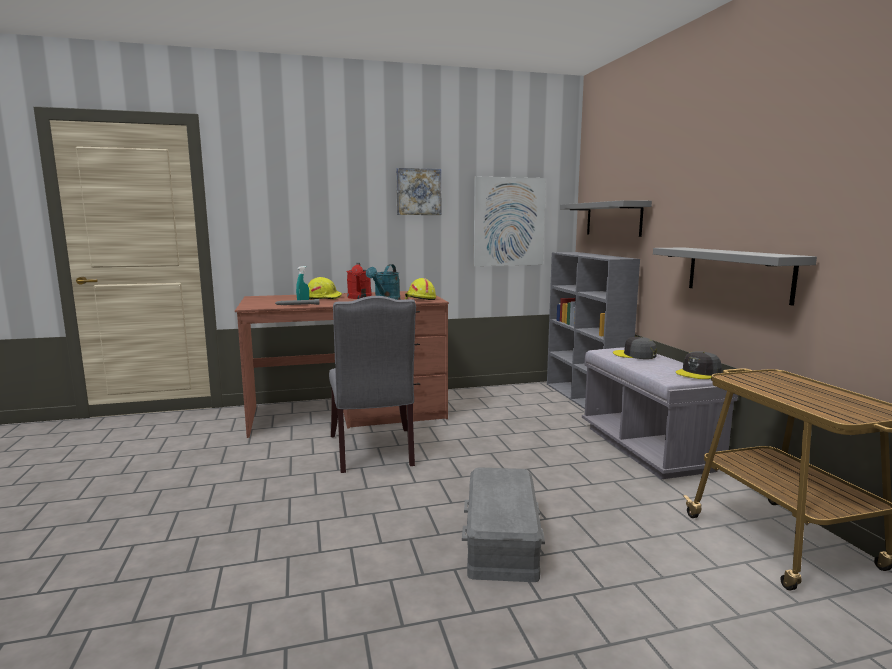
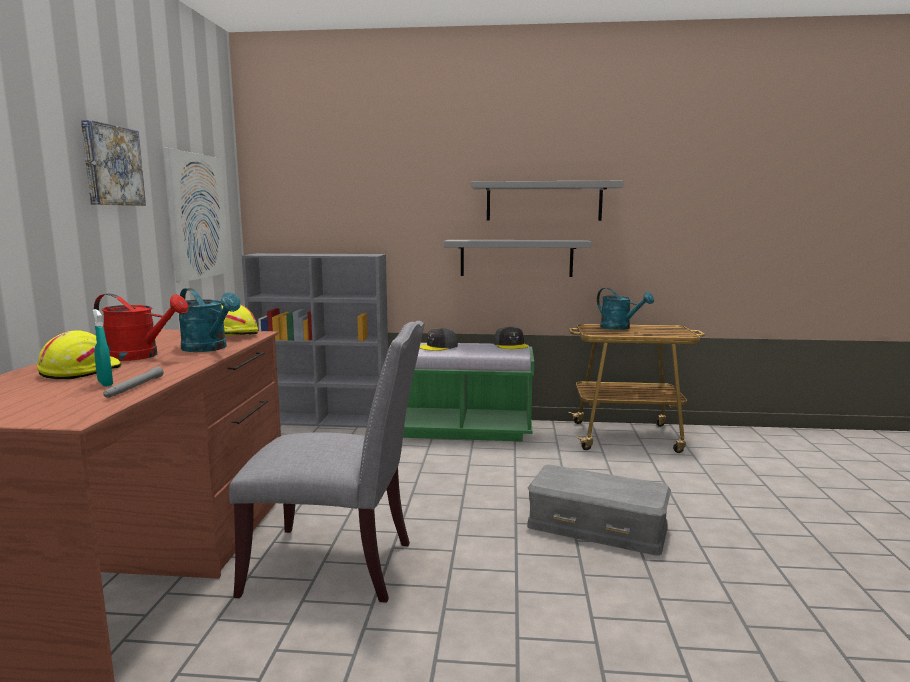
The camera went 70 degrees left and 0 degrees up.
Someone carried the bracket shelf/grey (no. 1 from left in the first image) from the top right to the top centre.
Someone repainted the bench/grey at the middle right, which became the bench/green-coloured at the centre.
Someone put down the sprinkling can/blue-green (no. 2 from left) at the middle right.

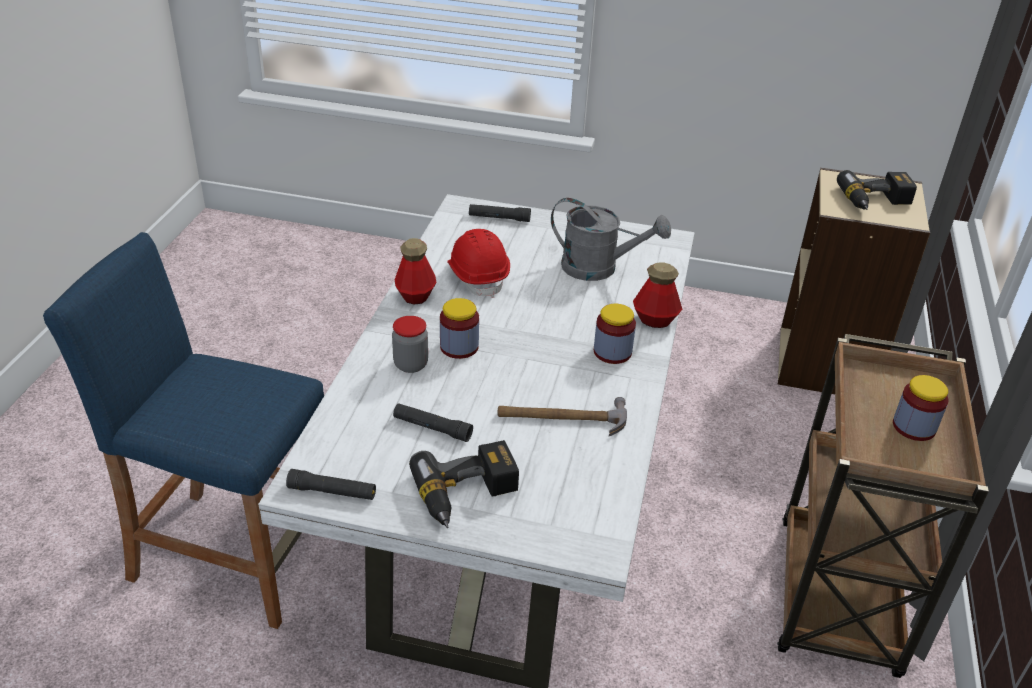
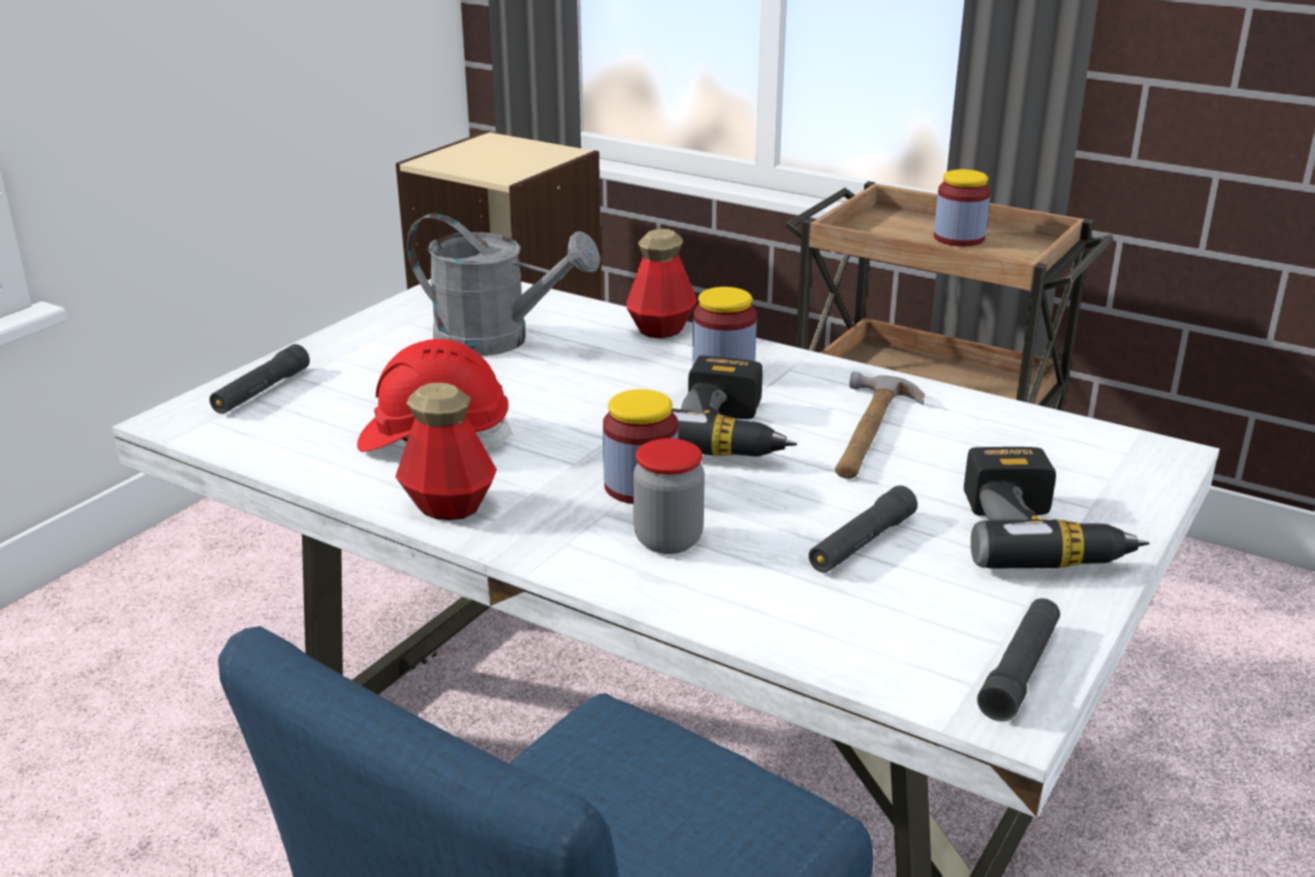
The camera went 70 degrees left and 10 degrees down.
Someone rotated the sprinkling can/grey at the centre by 75 degrees clockwise.
Someone carried the electric drill (no. 2 from left in the first image) from the top right to the centre.

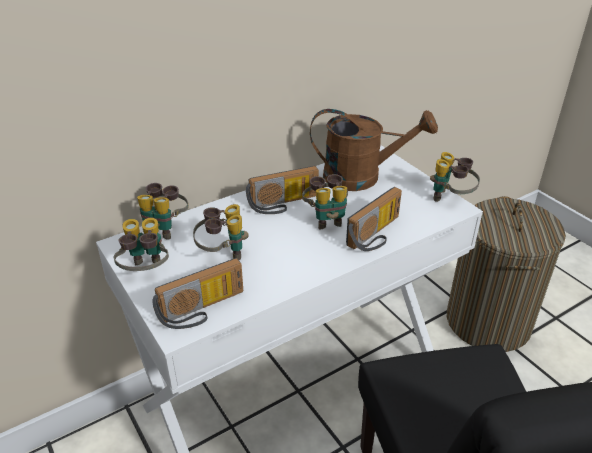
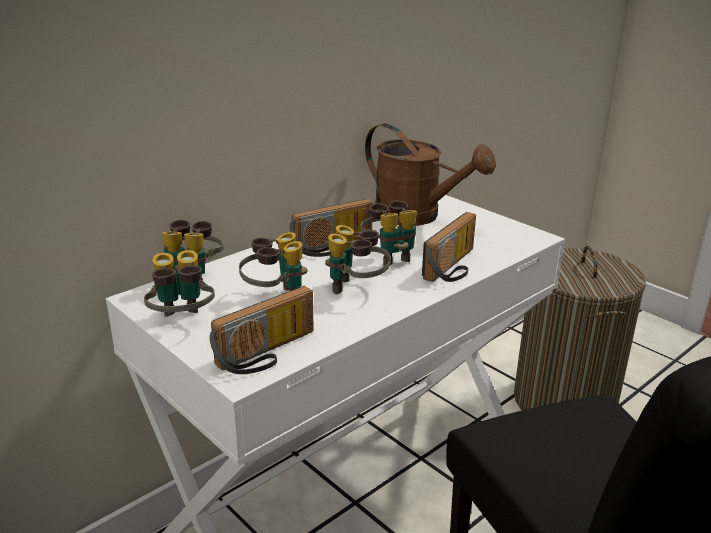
The camera went 10 degrees left and 10 degrees down.
Someone rotated the sprinkling can/brown-coloured at the top centre by 45 degrees clockwise.
Someone carried the binoculars (no. 5 from left in the first image) from the middle right to the centre.

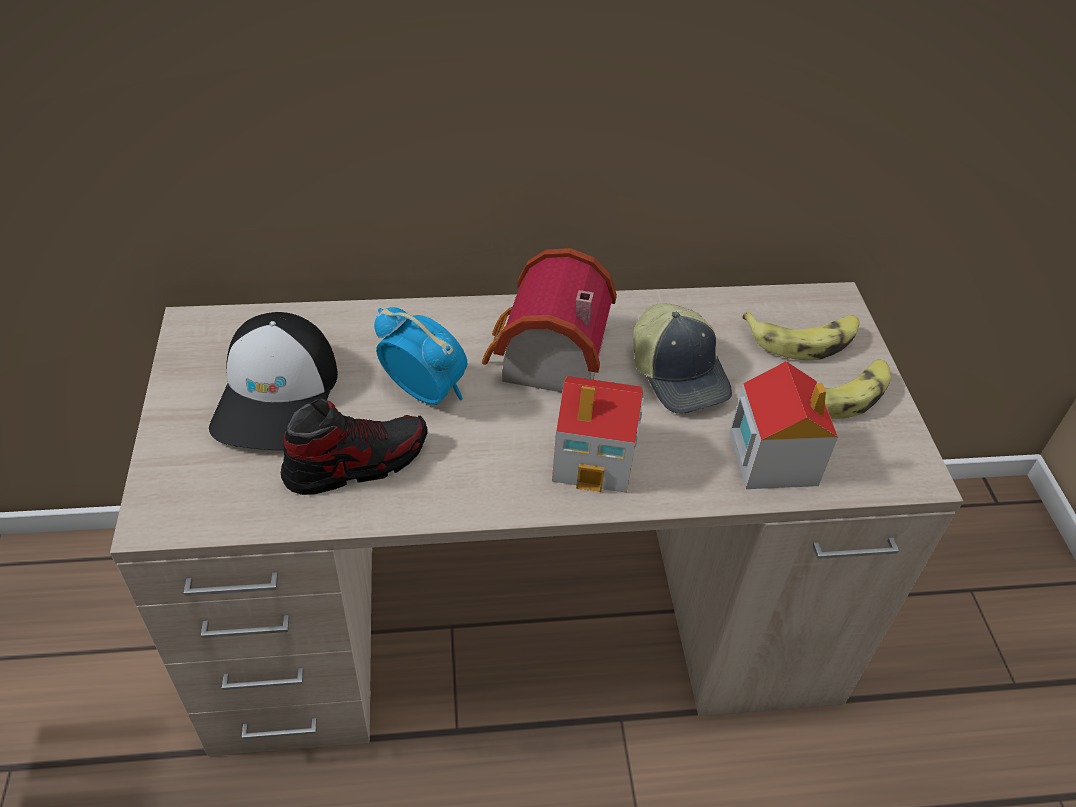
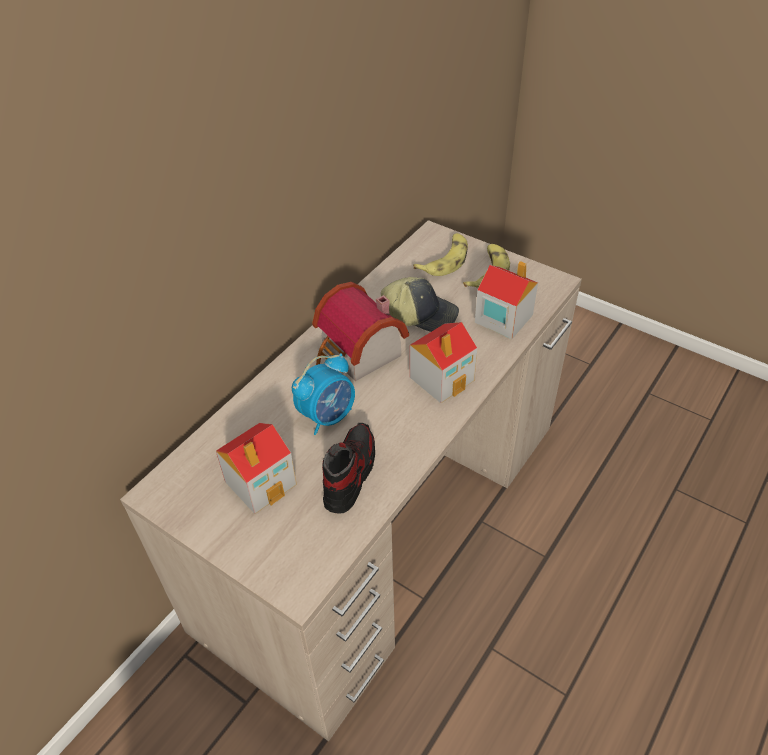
The camera went 45 degrees left and 0 degrees up.
Someone swapped the cap (no. 1 from left) at the middle left for the miniature house (no. 1 from left) at the centre.
Someone rotated the table clock at the centre by 150 degrees clockwise.

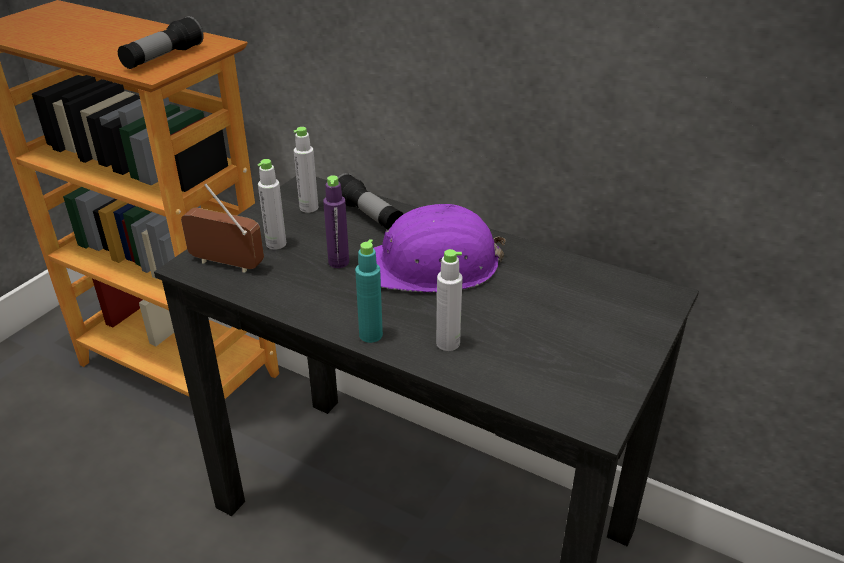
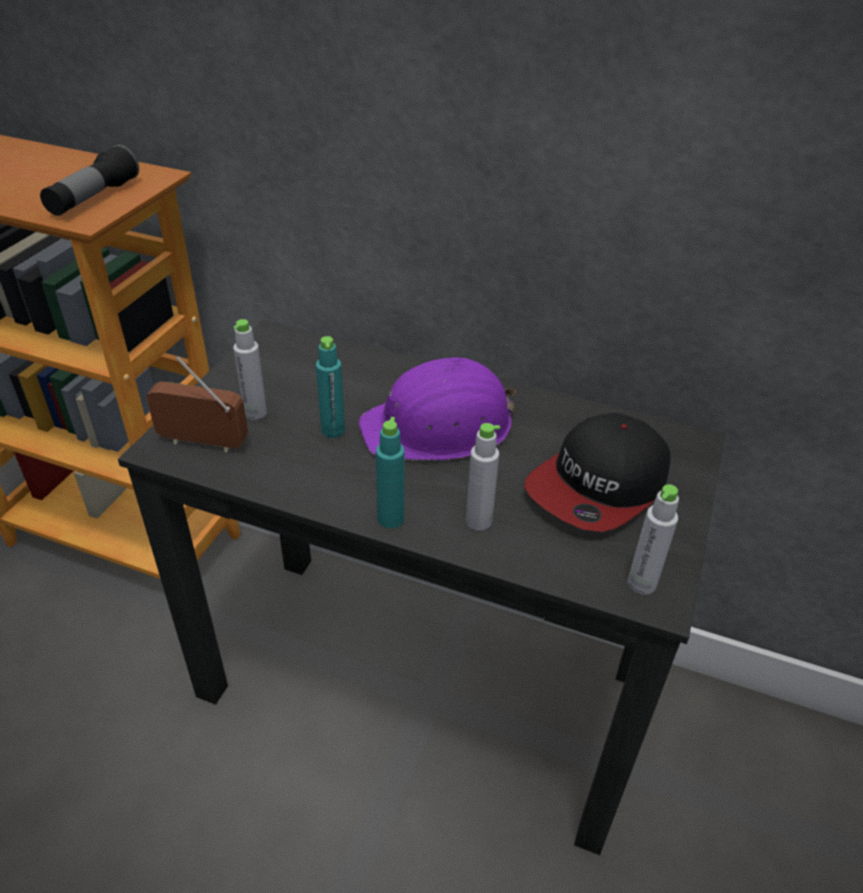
The camera went 10 degrees left and 5 degrees up.
Someone carried the beverage bottle/grey (no. 2 from left in the first image) from the top centre to the middle right.
Someone repainted the beverage bottle/purple at the centre, which became the beverage bottle/blue-green (no. 1 from left) at the centre.
Someone took away the torch (no. 2 from left) at the centre.
Someone put down the cap at the middle right.

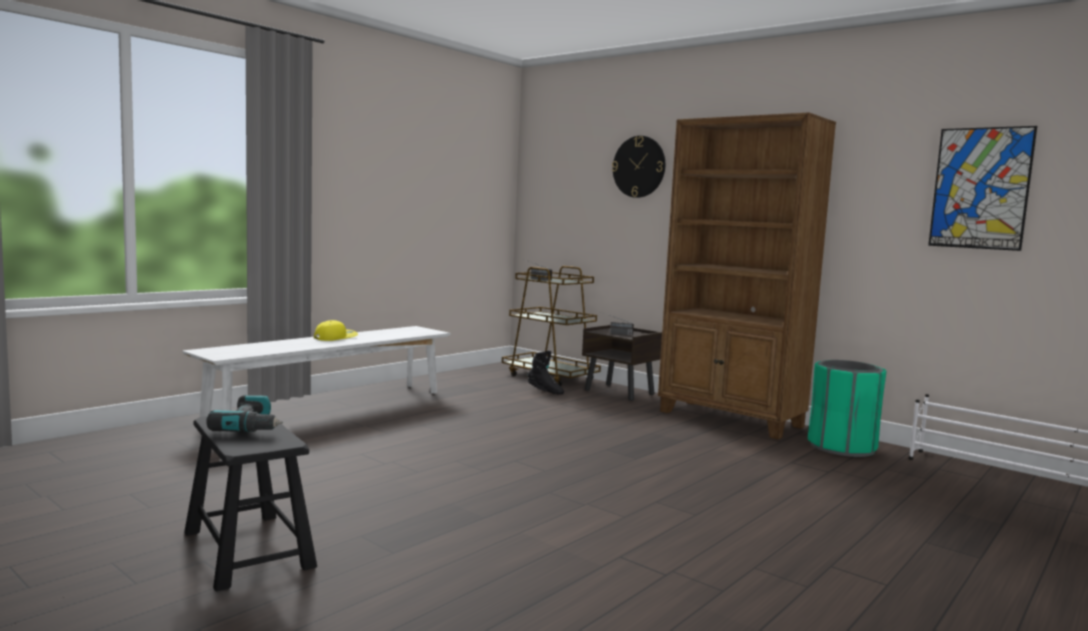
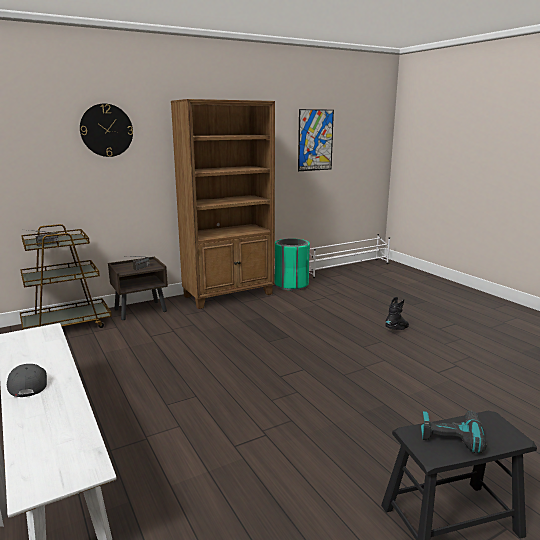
The camera went 70 degrees left and 10 degrees up.
Someone repainted the cap/yellow-coloured at the middle left, which became the cap/grey at the bottom left.
Someone carried the tall boot/blackish from the centre to the middle right.

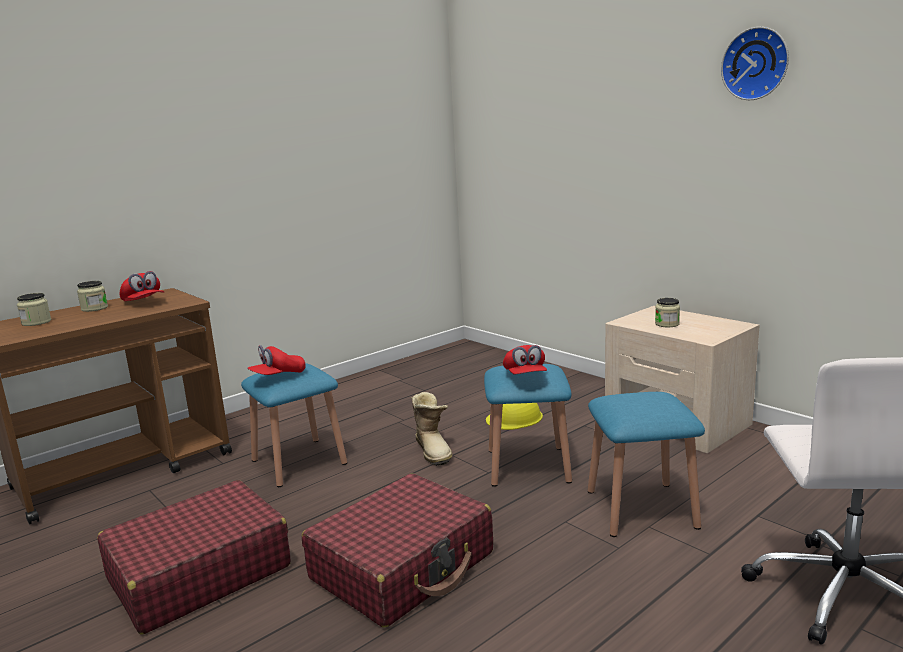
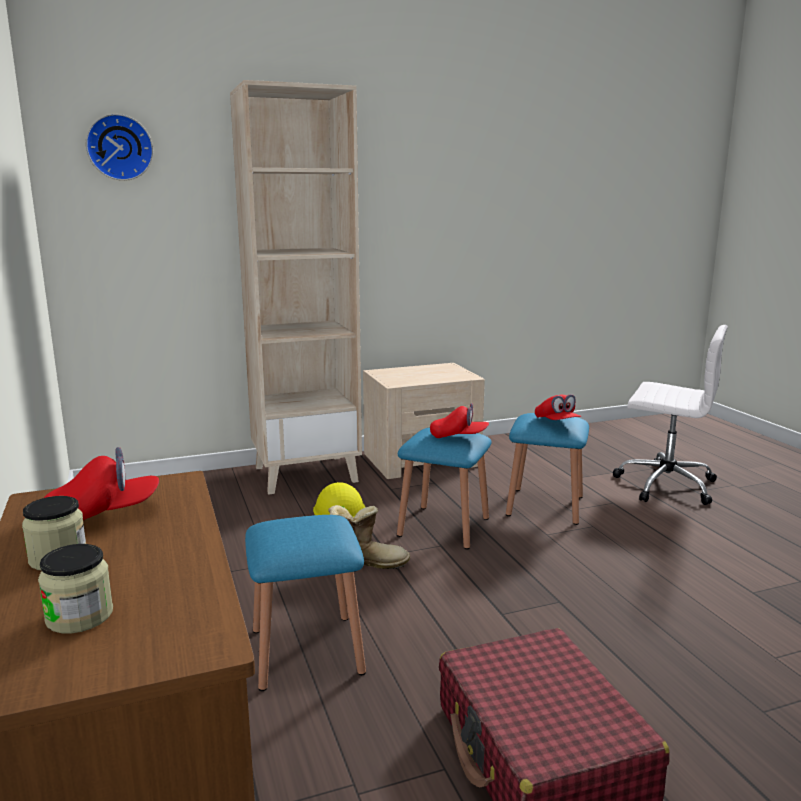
The camera went 70 degrees left and 0 degrees up.
Someone carried the cap/red-coloured (no. 2 from left in the first image) from the middle left to the middle right.
Someone took away the suitcase/red-coloured (no. 2 from left) at the bottom centre.
Someone took away the preserve jar (no. 3 from left) at the middle right.
Someone carried the clock on the wall from the top right to the top left.
Someone put down the bookcase/sand-coloured at the centre.

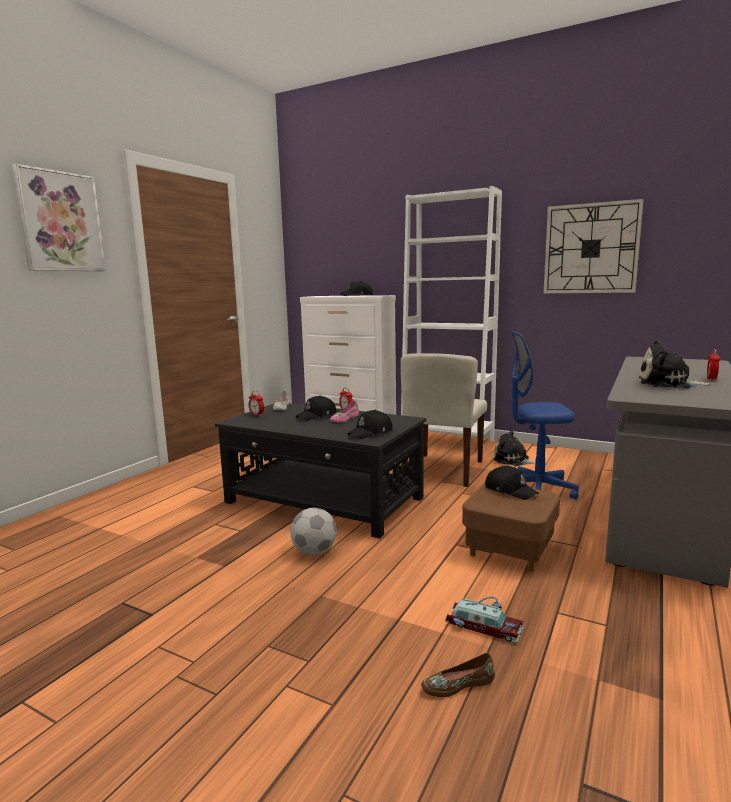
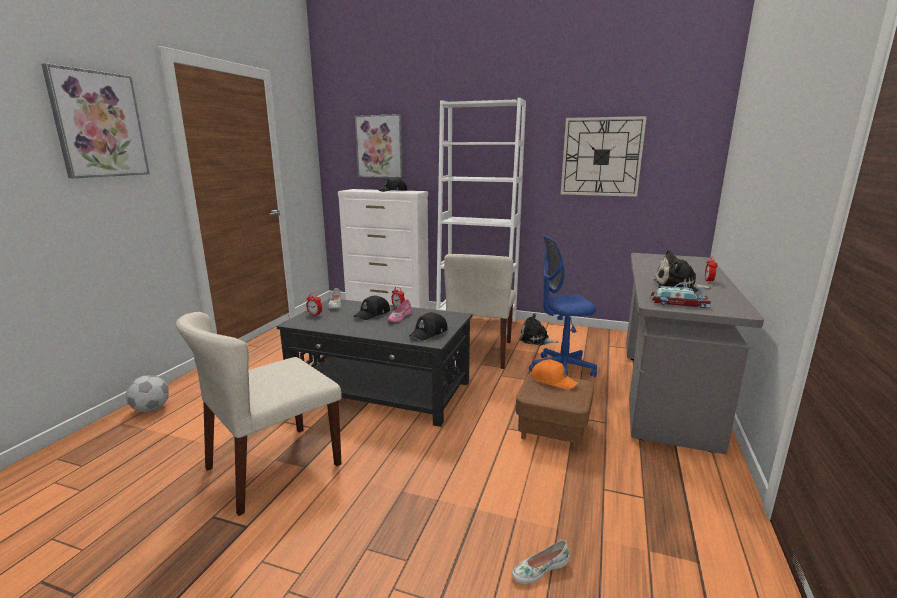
The camera went 10 degrees left and 5 degrees up.
Someone carried the football ball from the centre to the middle left.
Someone repainted the low shoe/brown-coloured at the bottom centre, which became the low shoe/white (no. 2 from left) at the bottom centre.
Someone carried the miniature car from the bottom centre to the middle right.
Someone repainted the cap/blackish (no. 4 from left) at the middle right, which became the cap/orange at the centre.
Someone put down the plain chair/sand-coloured (no. 1 from left) at the bottom left.
Someone put up the wall art (no. 2 from left) at the top centre.

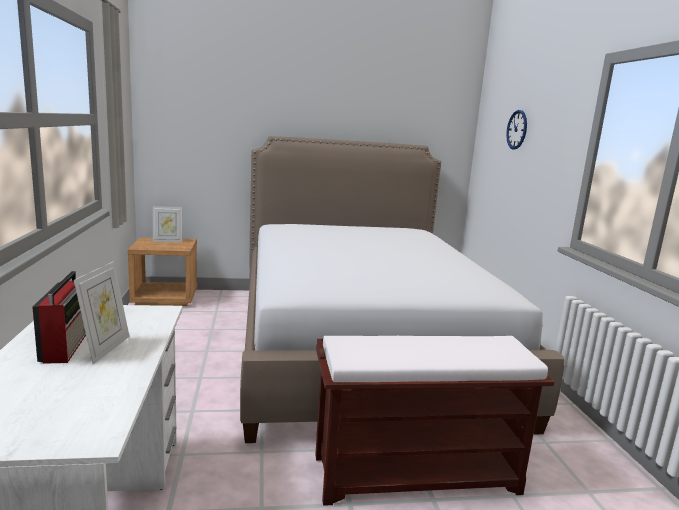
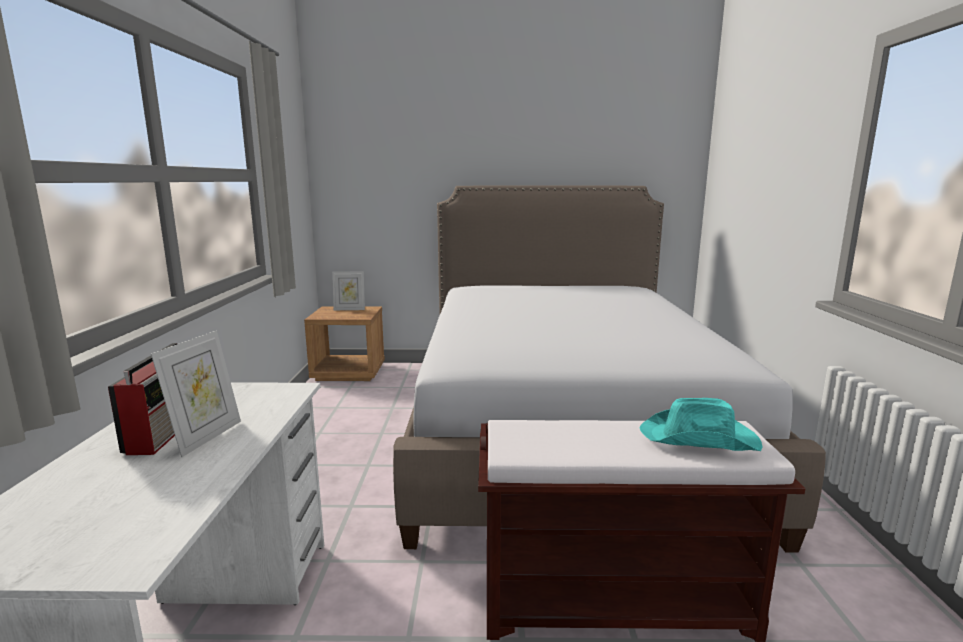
The camera went 10 degrees right and 0 degrees up.
Someone took away the clock on the wall at the top right.
Someone put down the hat/blue-green at the middle right.

